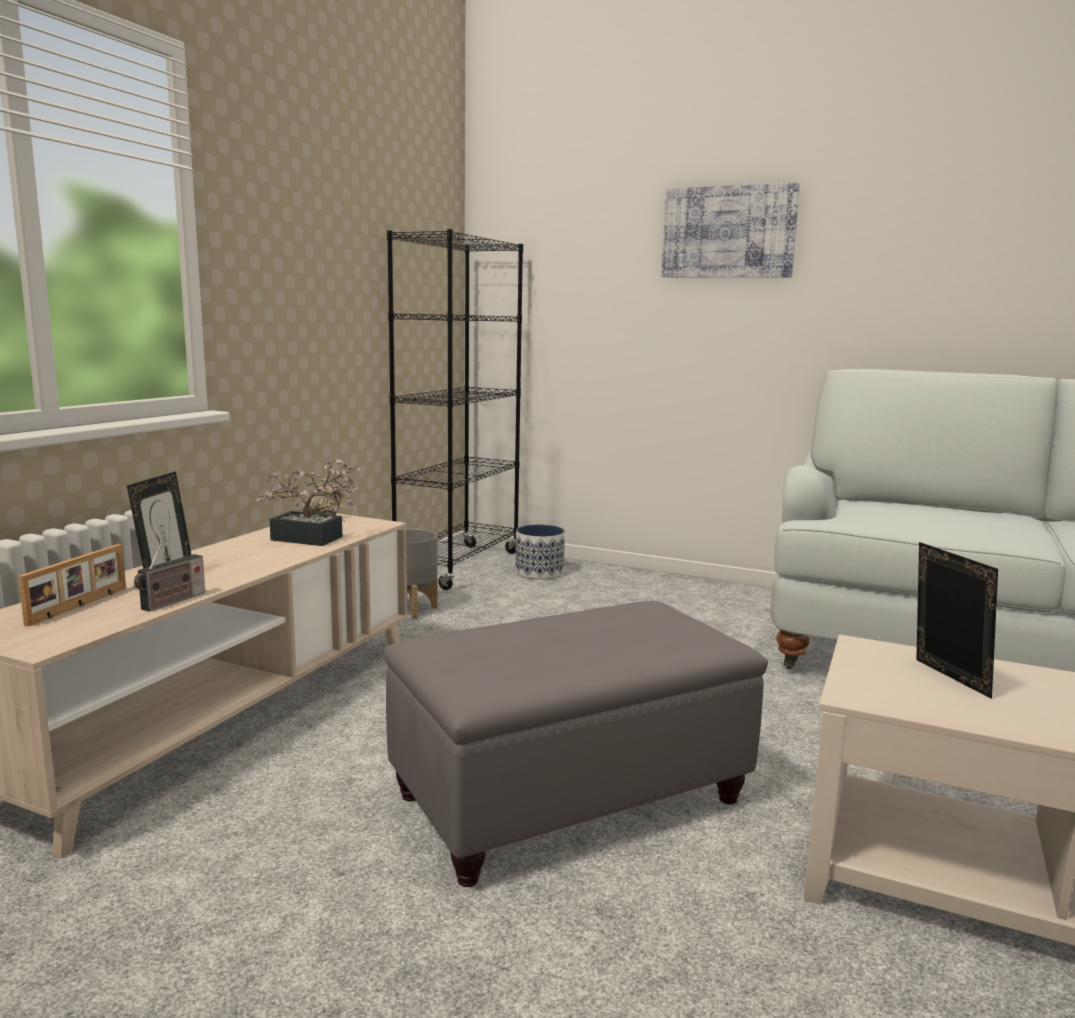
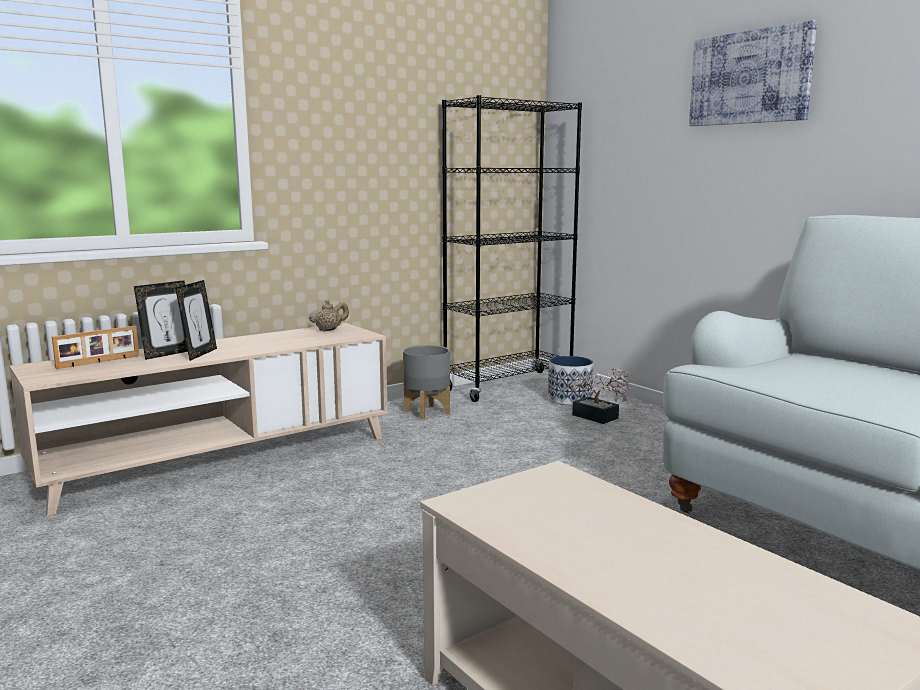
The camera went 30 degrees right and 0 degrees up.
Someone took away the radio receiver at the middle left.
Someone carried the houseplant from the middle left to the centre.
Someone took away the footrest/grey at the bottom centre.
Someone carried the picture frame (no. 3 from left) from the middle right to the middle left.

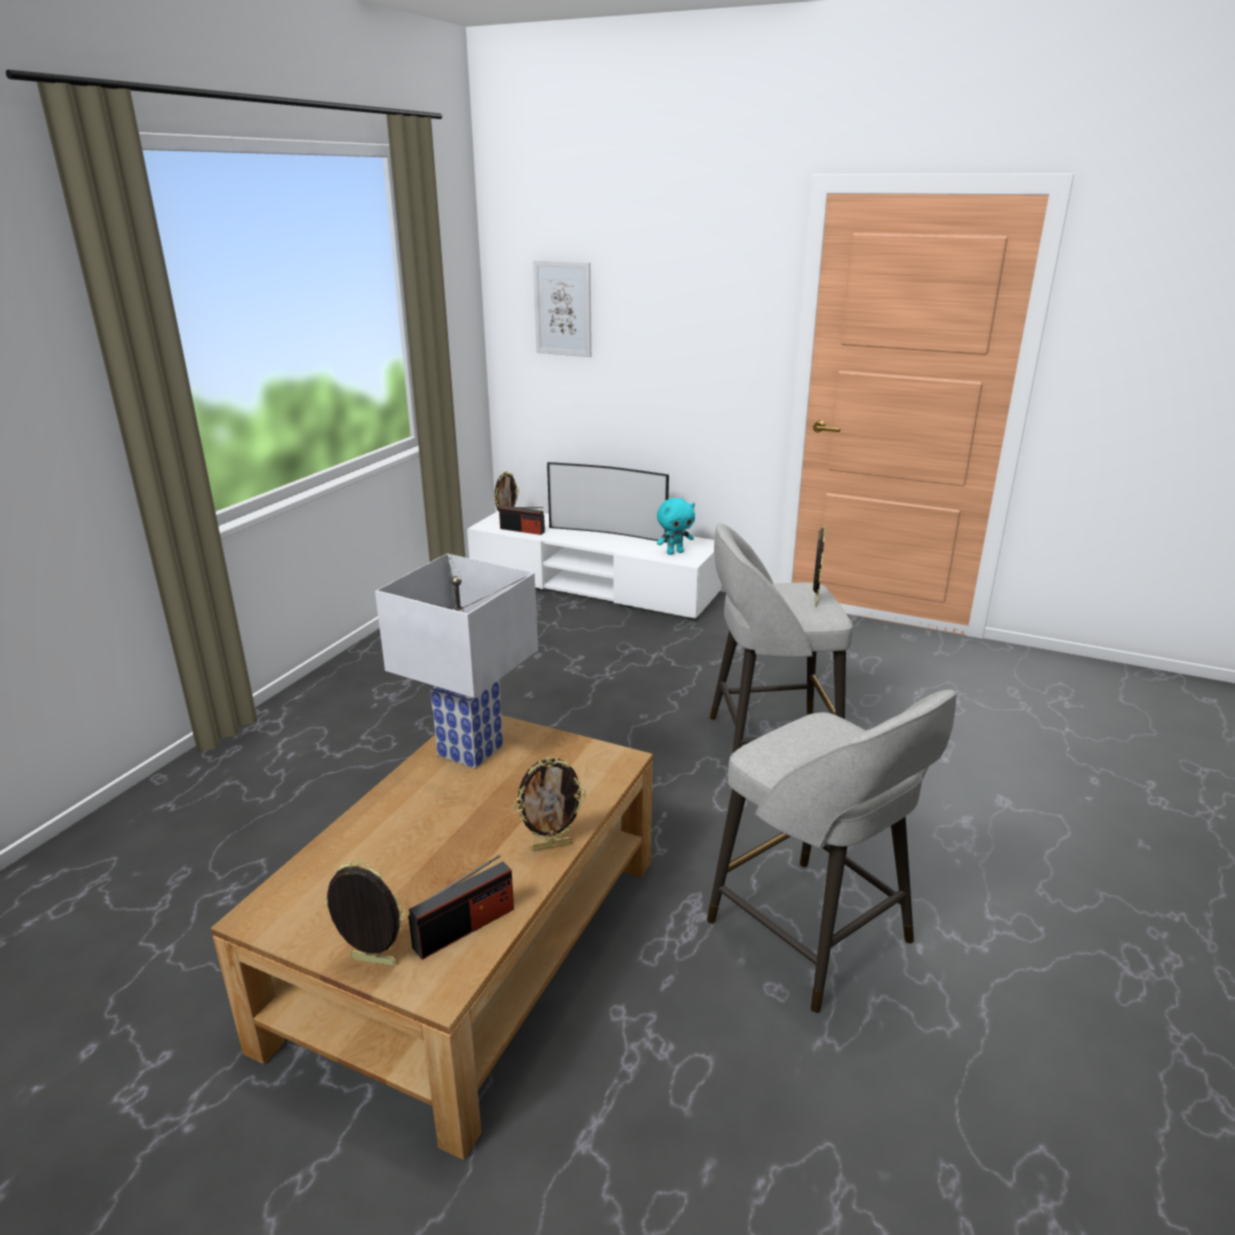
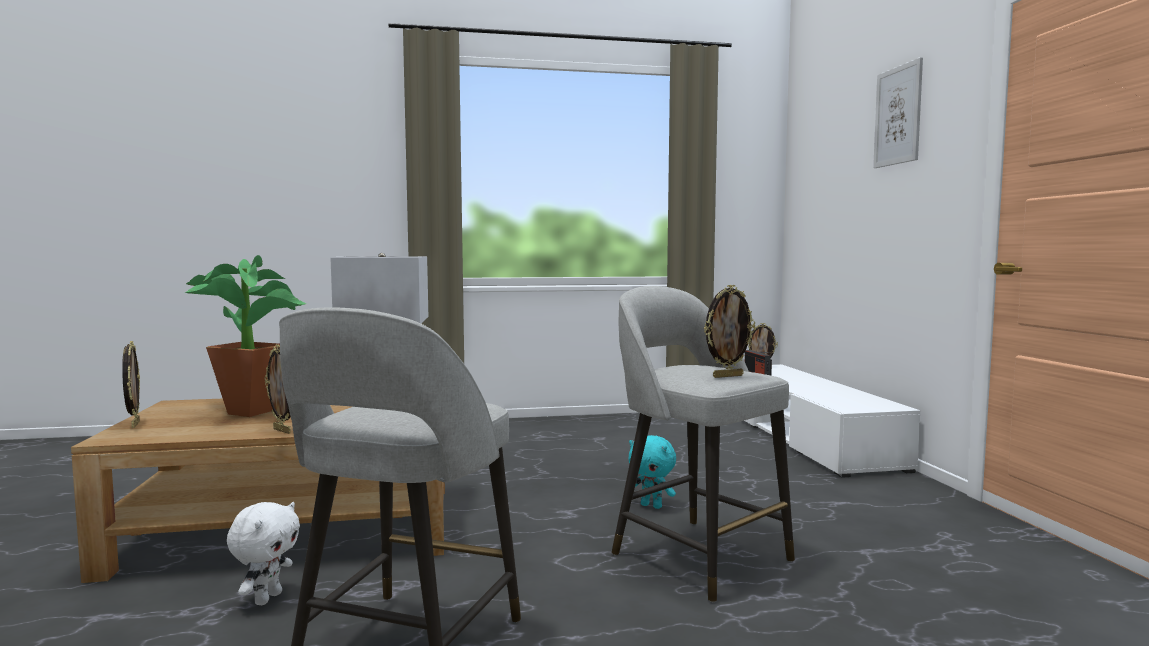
The camera went 55 degrees right and 20 degrees down.
Someone took away the radio receiver (no. 1 from left) at the bottom centre.
Someone carried the wall art from the top centre to the top right.
Someone took away the television at the centre.
Someone carried the plush toy/blue-green from the centre to the bottom centre.
Someone put down the houseplant at the middle left.
Someone put down the plush toy/white at the bottom left.

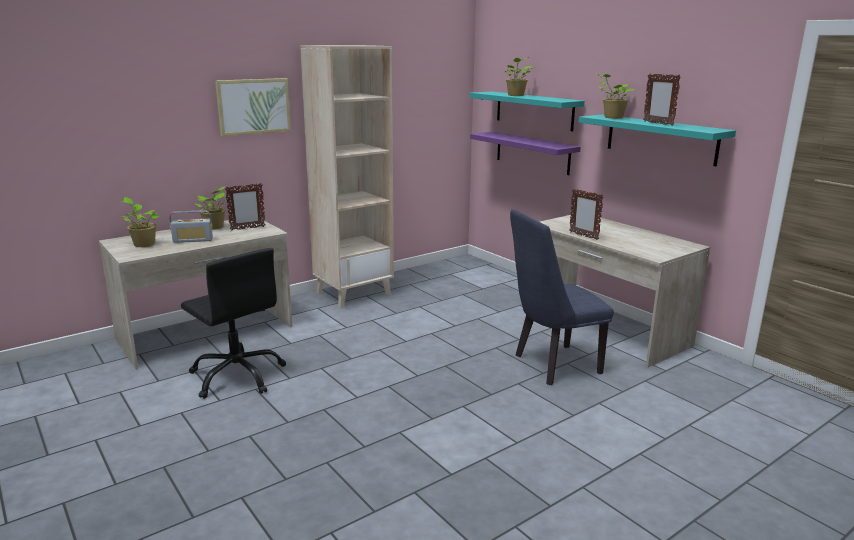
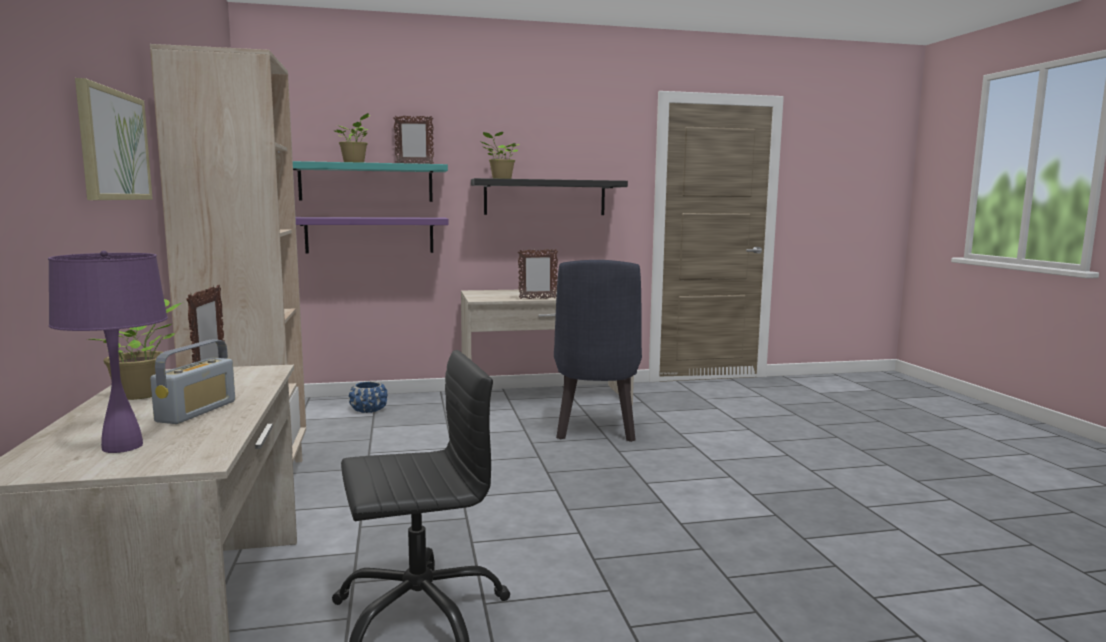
The camera went 65 degrees left and 10 degrees down.
Someone swapped the houseplant (no. 1 from left) at the middle left for the table lamp/purple at the middle left.
Someone repainted the bracket shelf/blue-green (no. 2 from left) at the top right, which became the bracket shelf/blackish at the top centre.
Someone carried the picture frame (no. 3 from left in the first image) from the top right to the top centre.
Someone put down the flower pot/bluish at the middle left.

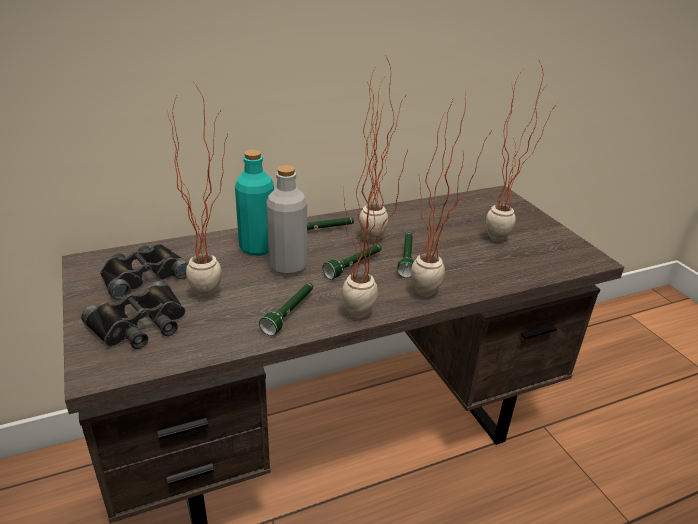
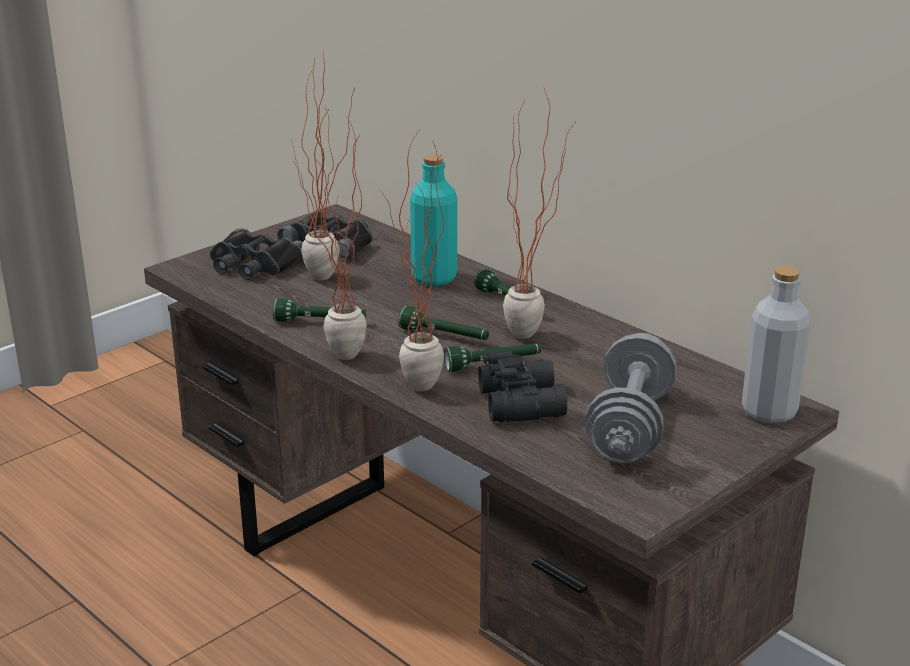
The camera went 70 degrees right and 5 degrees down.
Someone carried the beverage bottle/grey from the centre to the middle right.
Someone swapped the houseplant (no. 5 from left) at the top right for the free weight/grey at the middle right.
Someone put down the binoculars/blackish (no. 3 from left) at the centre.

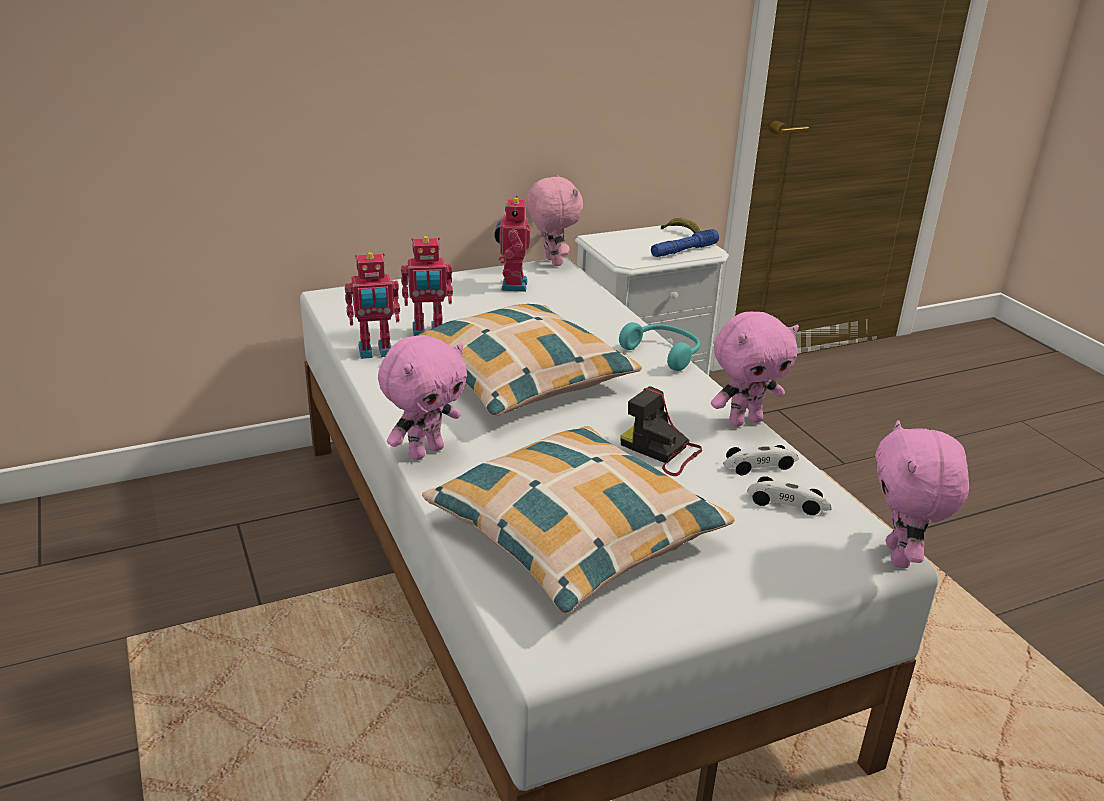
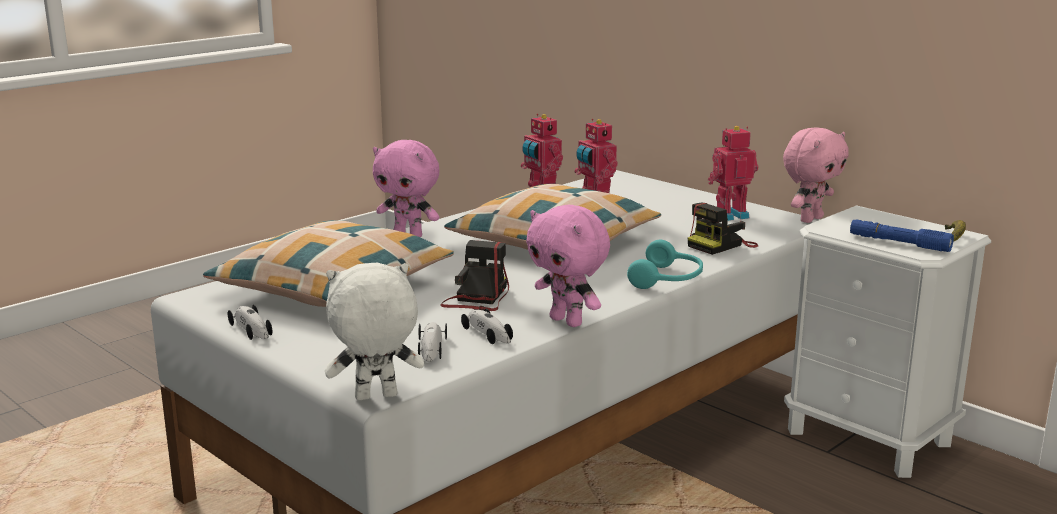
The camera went 70 degrees right and 10 degrees down.
Someone repainted the plush toy/pinkish (no. 4 from left) at the middle right, which became the plush toy/white at the centre.
Someone put down the miniature car (no. 1 from left) at the middle left.
Someone put down the photo camera (no. 2 from left) at the middle right.

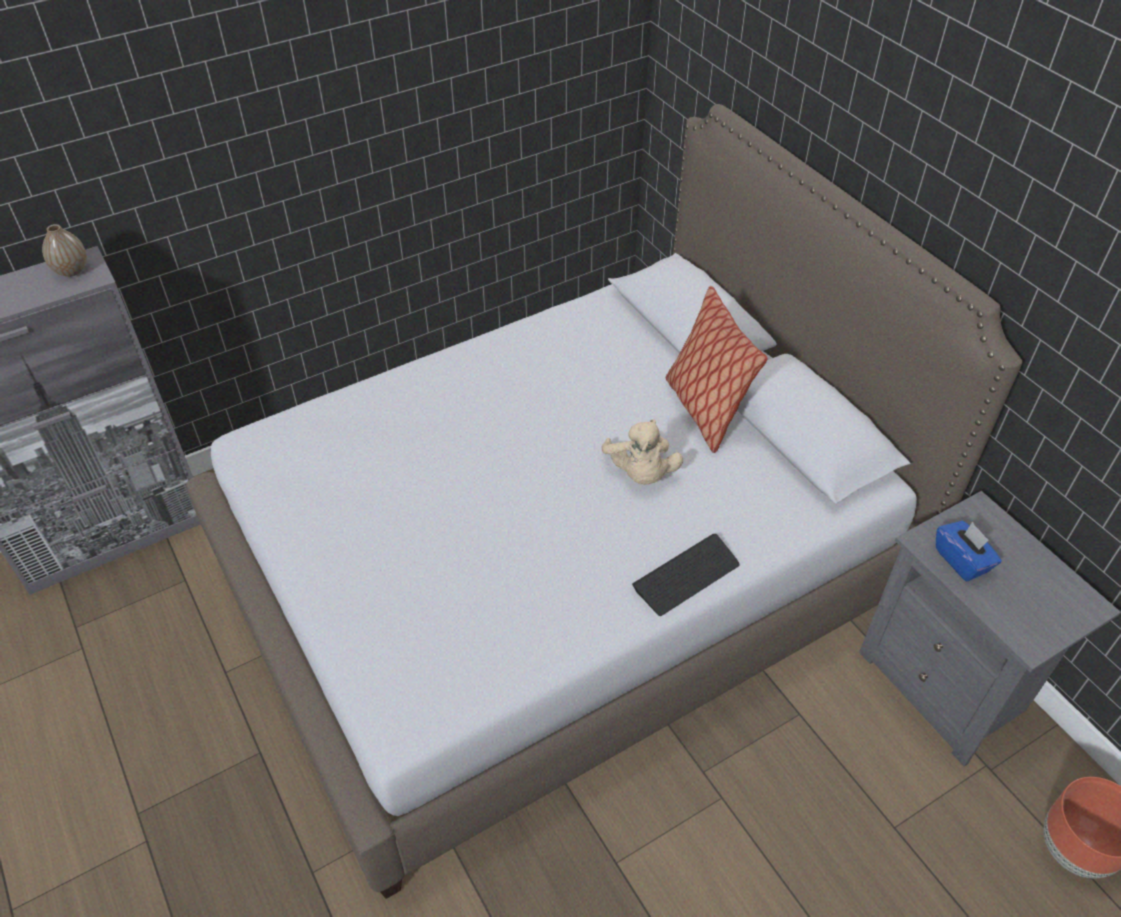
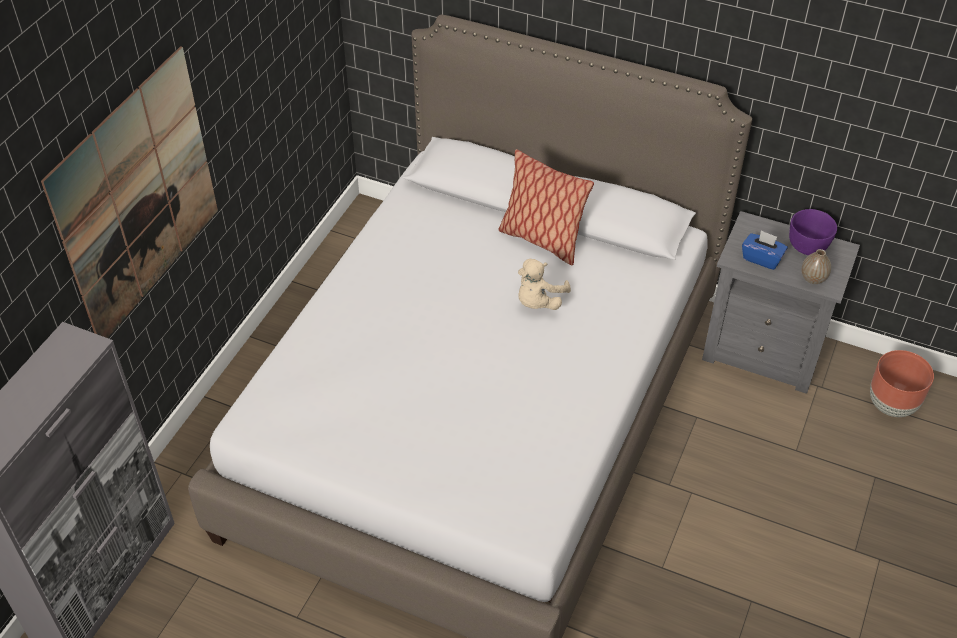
The camera went 35 degrees left and 0 degrees up.
Someone carried the decorative vase from the top left to the middle right.
Someone rotated the plush toy/sand-coloured at the centre by 75 degrees clockwise.
Someone took away the computer keyboard at the centre.
Someone put up the wall art at the top left.
Someone put down the deep dish/purple at the middle right.

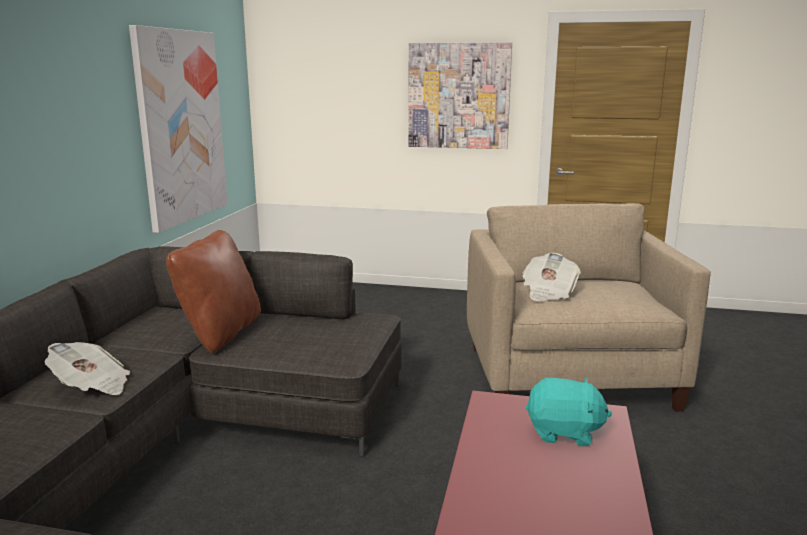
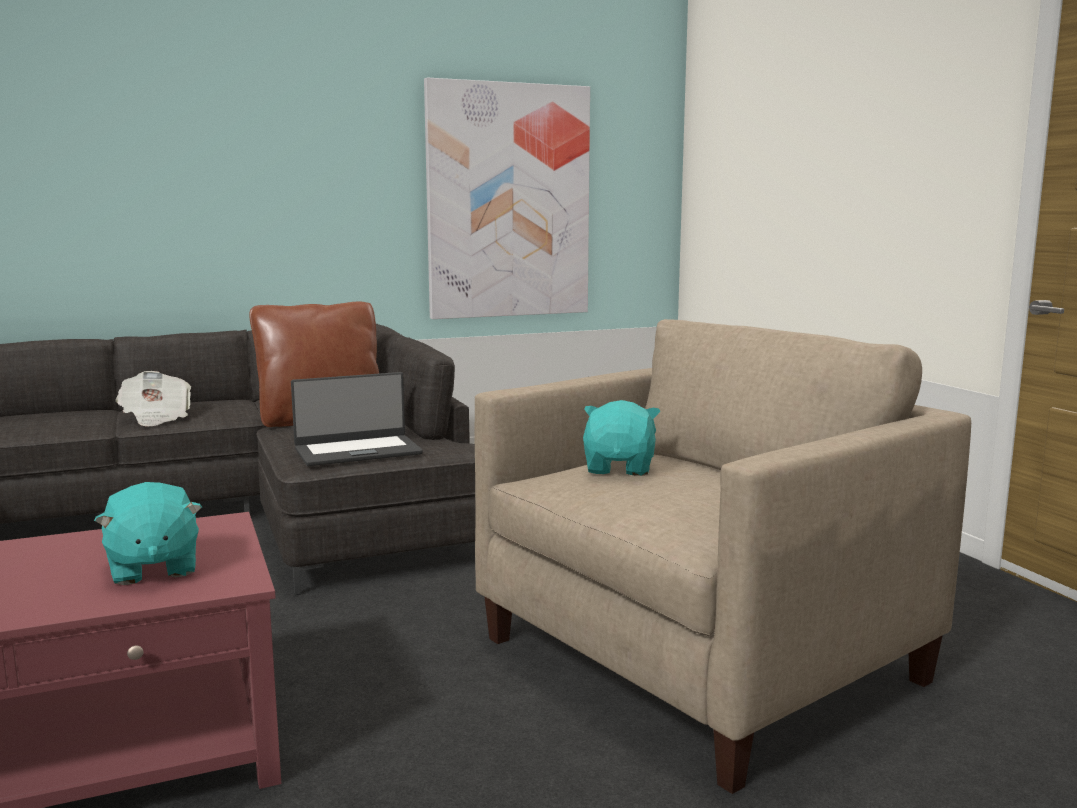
The camera went 55 degrees right and 5 degrees down.
Someone took away the wall art (no. 2 from left) at the top centre.
Someone swapped the daily paper (no. 2 from left) at the middle right for the plush toy/blue-green (no. 2 from left) at the centre.
Someone put down the portable computer at the middle left.

